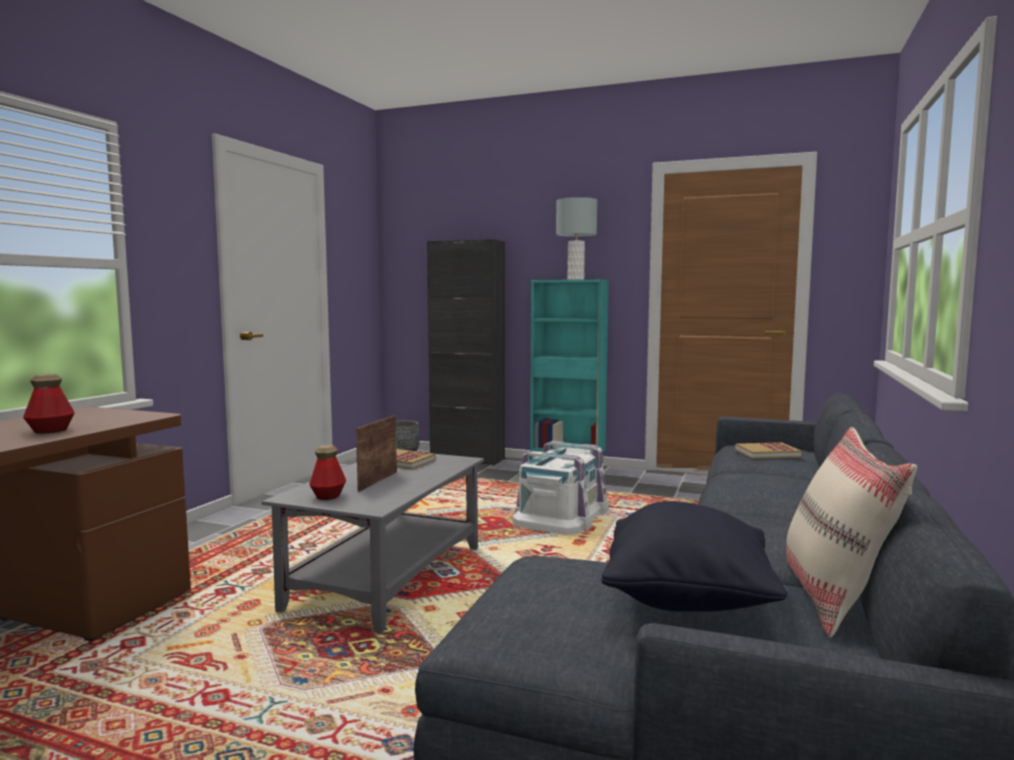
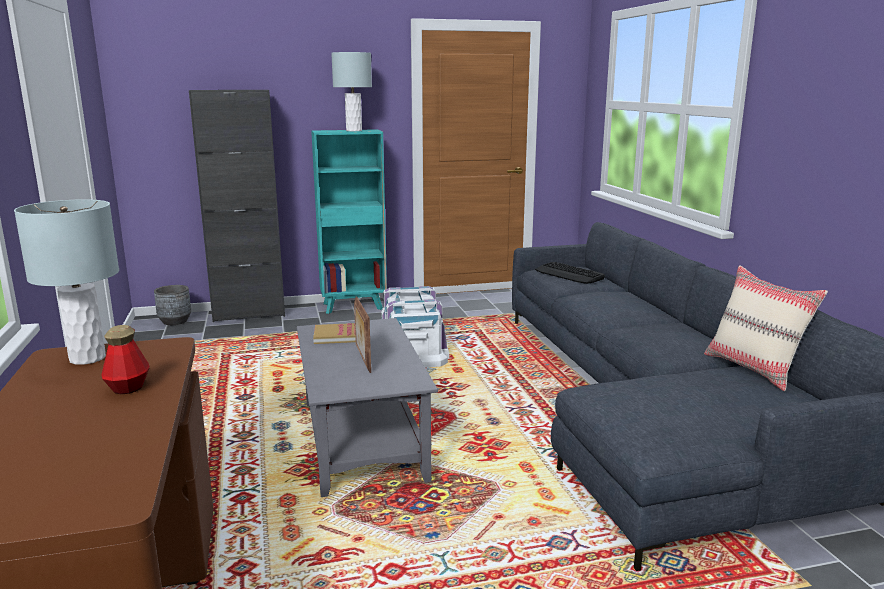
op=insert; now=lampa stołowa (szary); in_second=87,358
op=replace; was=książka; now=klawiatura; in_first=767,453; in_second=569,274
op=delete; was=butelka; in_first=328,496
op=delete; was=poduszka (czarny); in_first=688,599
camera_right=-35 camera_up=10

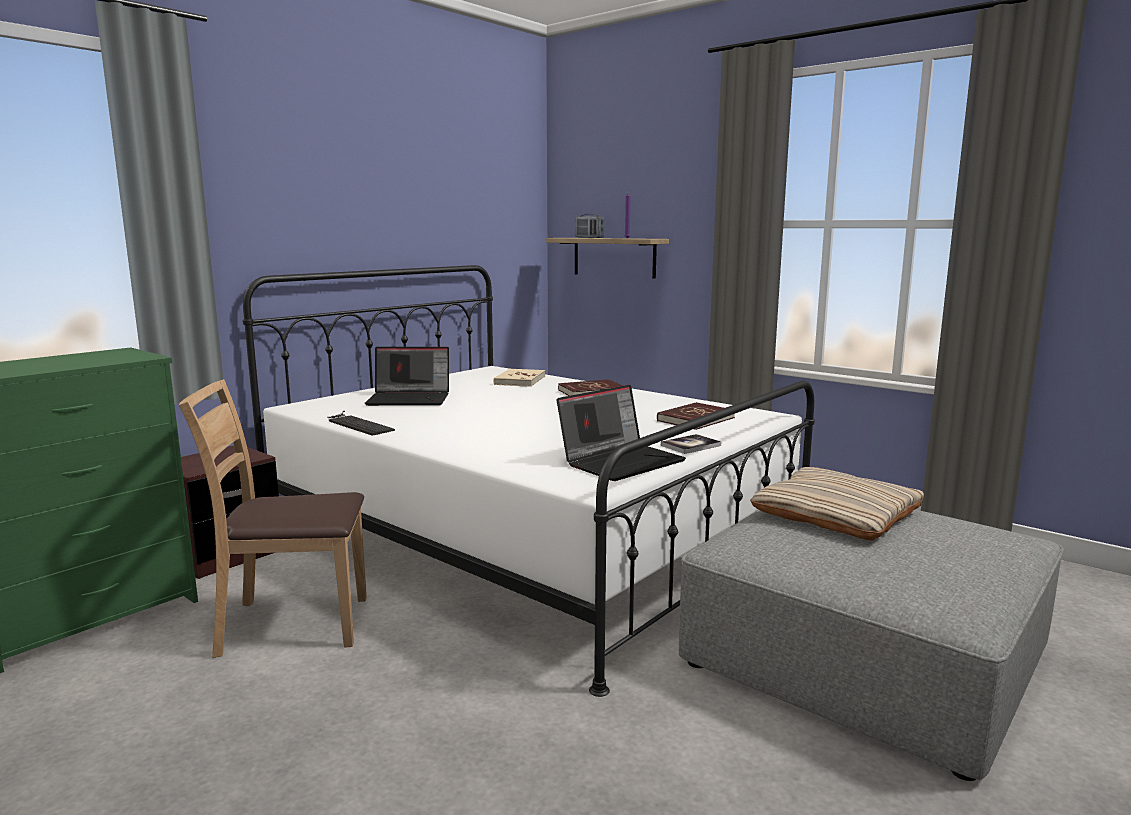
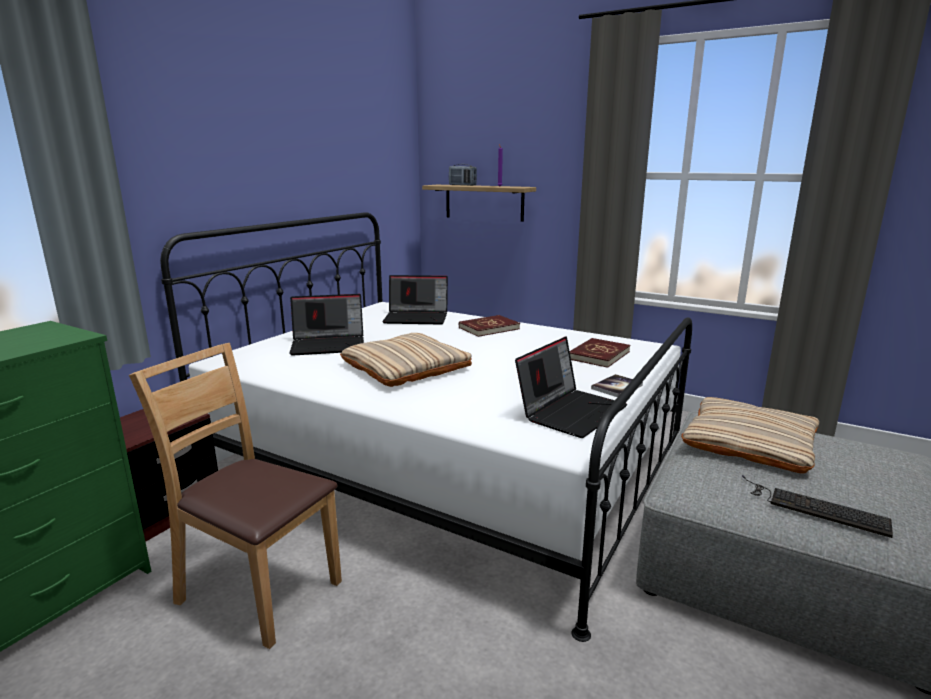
op=rotate; was=krzesło (brązowy); in_first=292,625; in_second=259,590; clockwise=45
op=insert; now=poduszka (beżowy); in_second=406,367
op=replace; was=książka (beżowy); now=laptop; in_first=519,380; in_second=417,318
op=move; was=klawiatura; in_first=356,424; in_second=813,507
camera_right=-10 camera_up=5

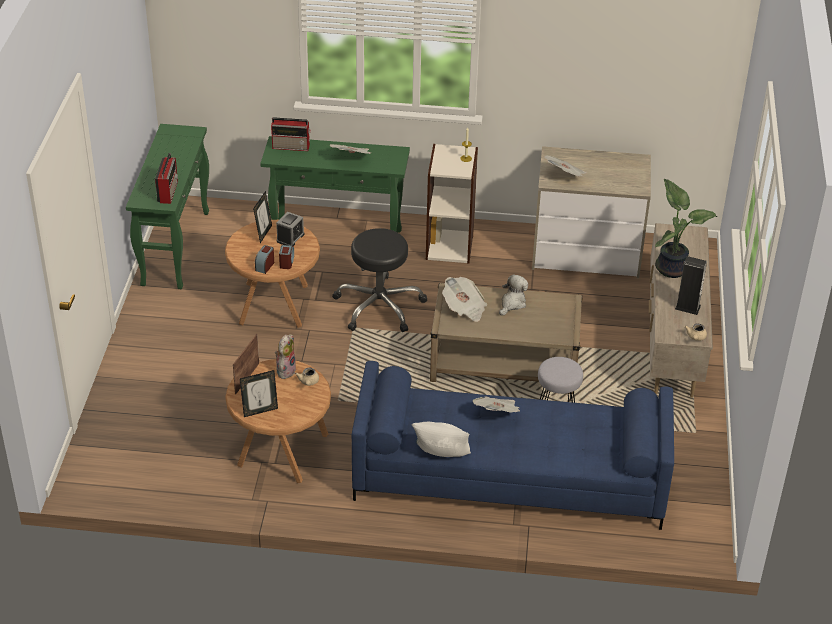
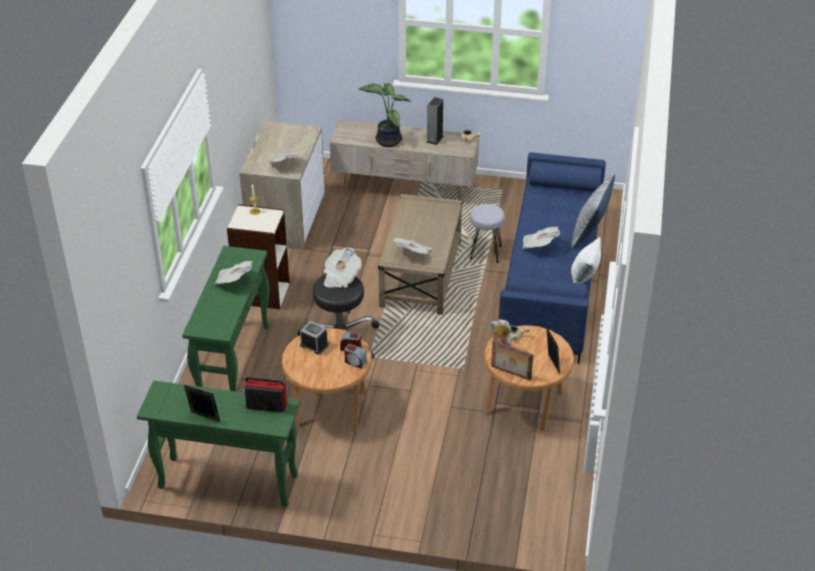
op=move; was=ramka na zdjęcie; in_first=263,233; in_second=204,418
op=insert; now=gazeta; in_second=340,277
op=insert; now=poduszka; in_second=590,232
op=delete; was=radio; in_first=292,146
op=delete; was=pluszak; in_first=512,303
camera_right=-85 camera_up=0

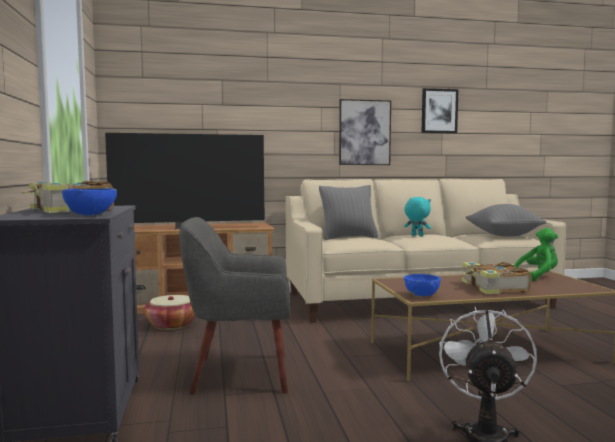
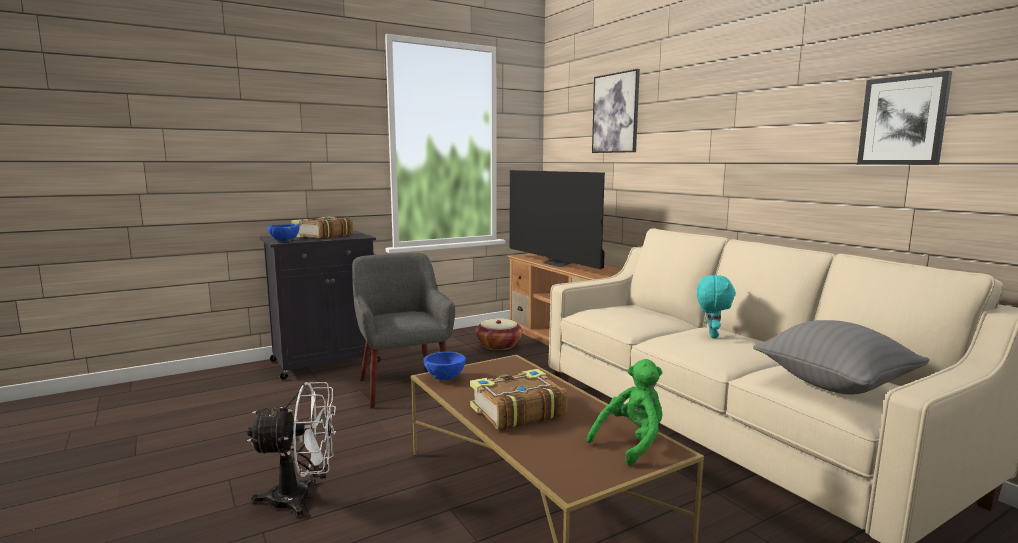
op=rotate; was=pluszak (zielony); in_first=537,276; in_second=631,442; clockwise=-90
op=move; was=obraz; in_first=364,132; in_second=615,113
op=delete; was=poduszka (szary); in_first=348,237
camera_right=70 camera_up=5

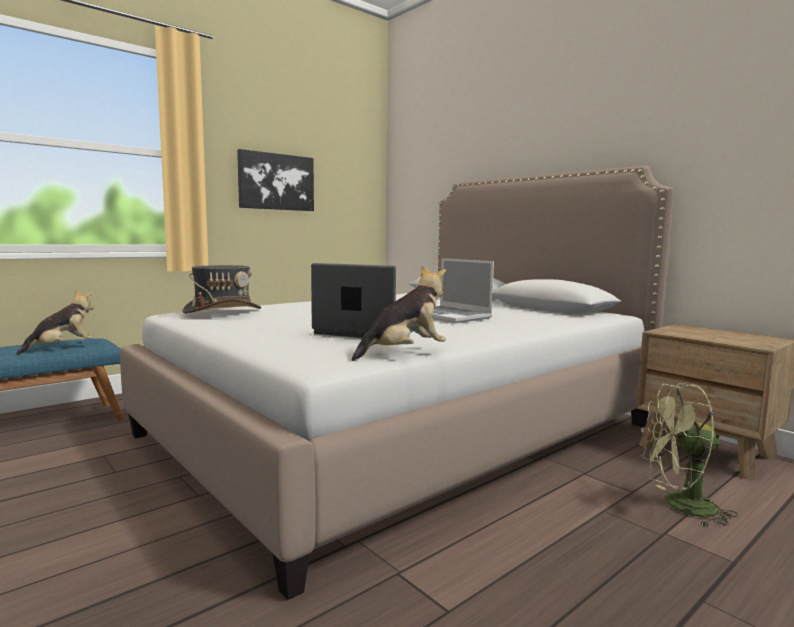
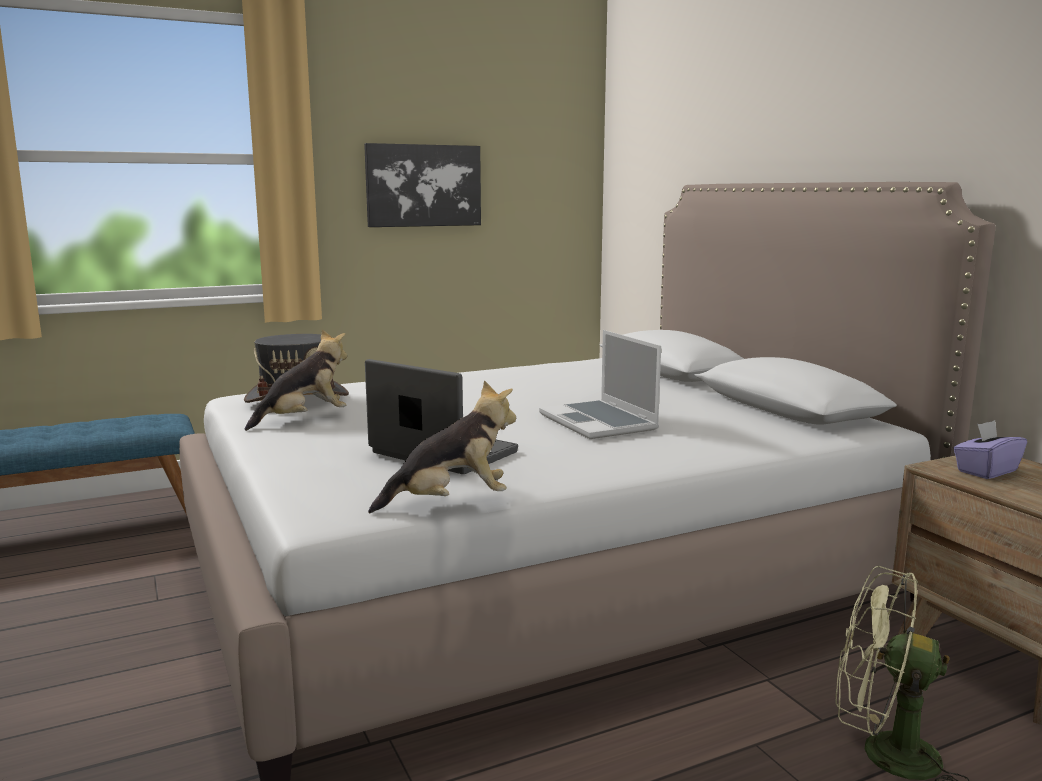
op=move; was=pluszak; in_first=62,348; in_second=304,420
op=insert; now=pudełko chusteczek (fioletowy); in_second=986,471
camera_right=15 camera_up=5

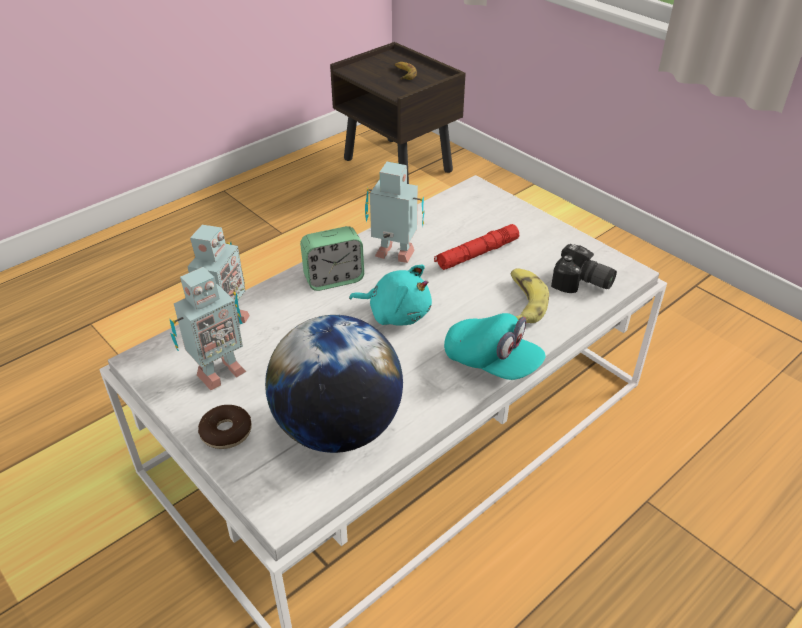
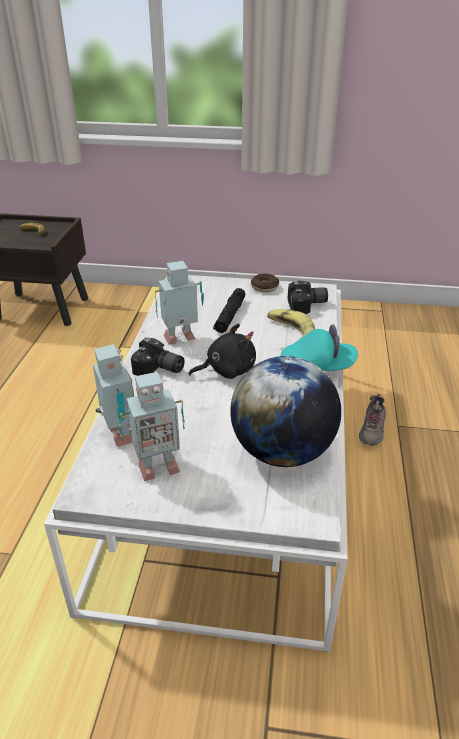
op=rotate; was=robot zabawkowy; in_first=218,372; in_second=156,466; clockwise=60
op=replace; was=budzik; now=aparat fotograficzny; in_first=334,279; in_second=159,370
op=recolor; was=pluszak (turkusowy); now=pluszak (czarny); in_first=396,313; in_second=227,370
op=recolor; was=latarka (czerwony); now=latarka (czarny); in_first=477,254; in_second=230,316
op=move; was=donut; in_first=226,432; in_second=264,287
op=insert; now=but; in_second=373,429
camera_right=-40 camera_up=-5

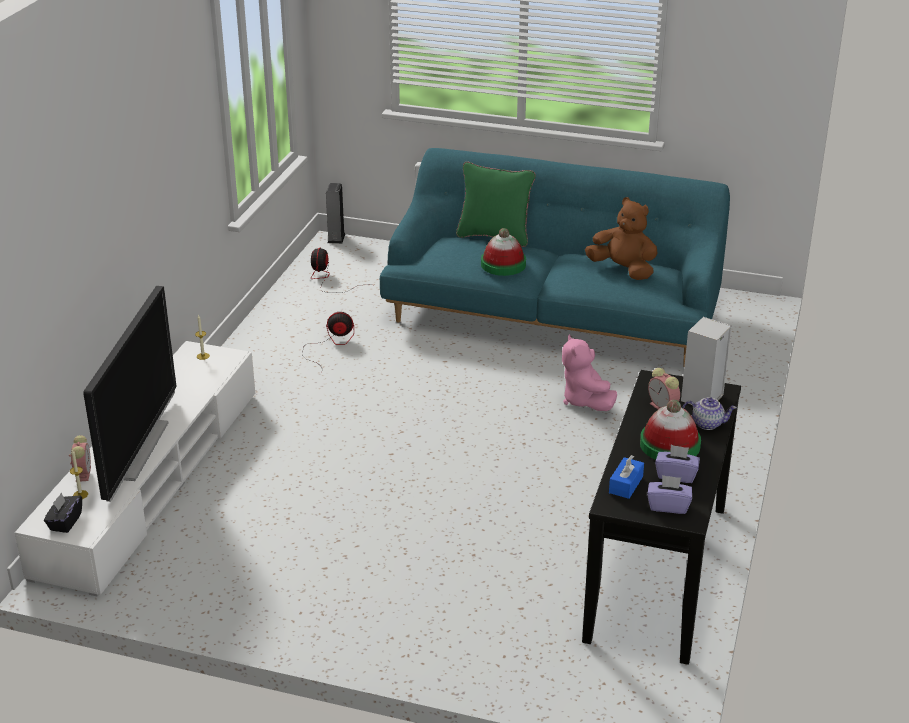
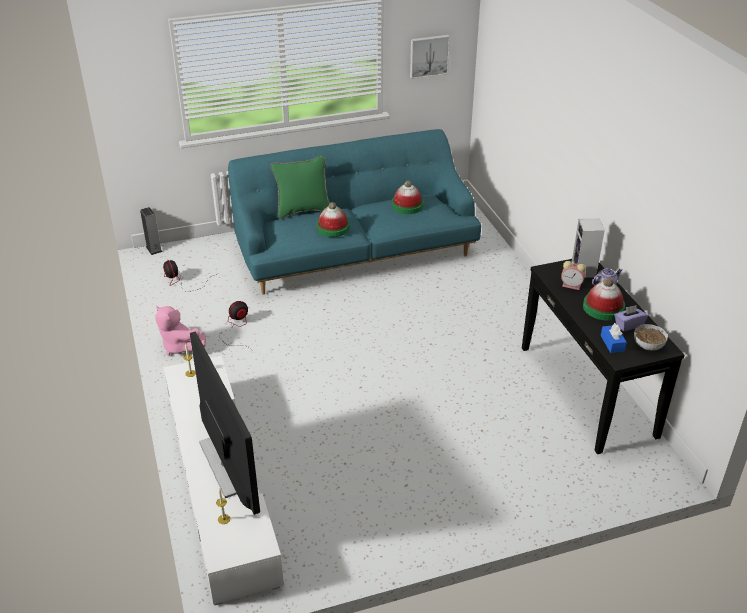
op=move; was=pluszak (różowy); in_first=585,401; in_second=180,347
op=replace; was=pluszak (brązowy); now=kapelusz; in_first=623,270; in_second=407,205
op=insert; now=obraz; in_second=428,56
op=replace; was=pudełko chusteczek (fioletowy); now=miska; in_first=668,506; in_second=648,346
op=delete; was=pudełko chusteczek (czarny); in_first=65,522
op=delete; was=budzik; in_first=83,473
camera_right=-35 camera_up=5

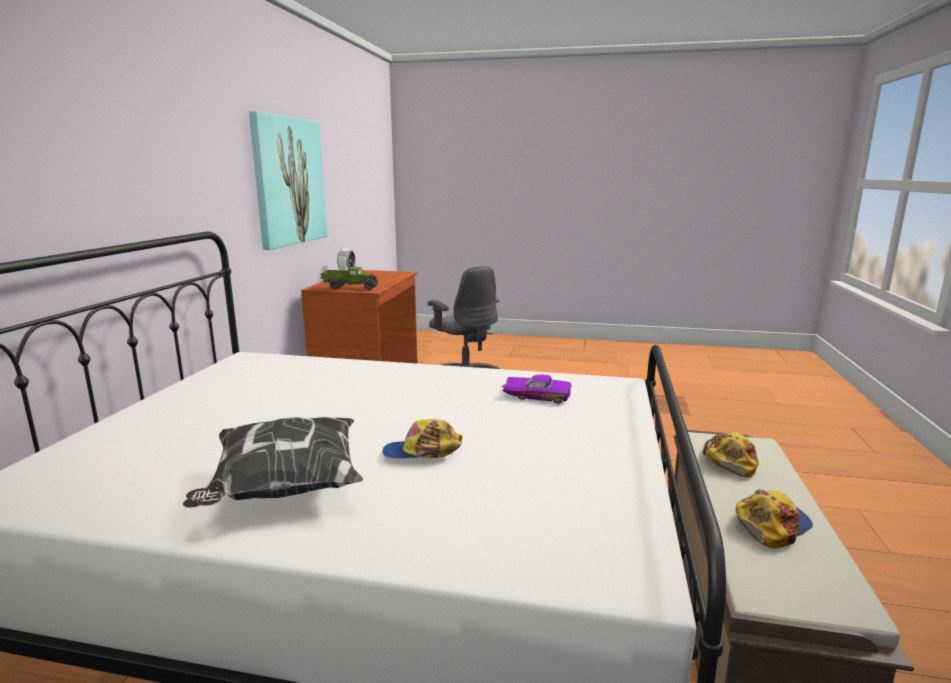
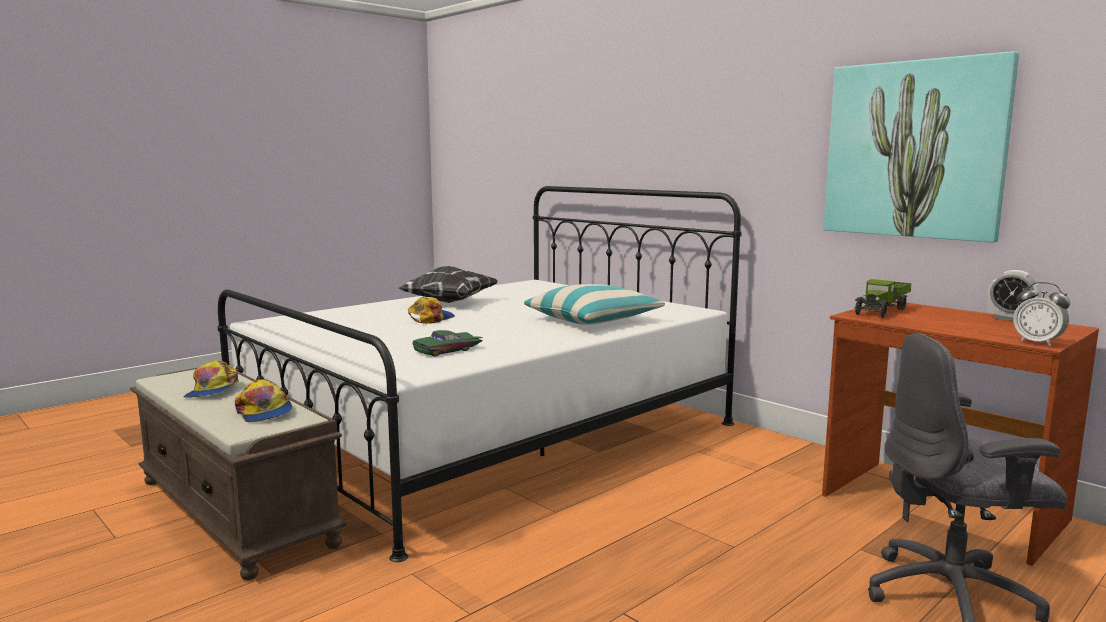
op=recolor; was=samochodzik (fioletowy); now=samochodzik (zielony); in_first=537,395; in_second=448,350
op=insert; now=poduszka; in_second=593,320
op=insert; now=budzik; in_second=1037,343
camera_right=125 camera_up=-5

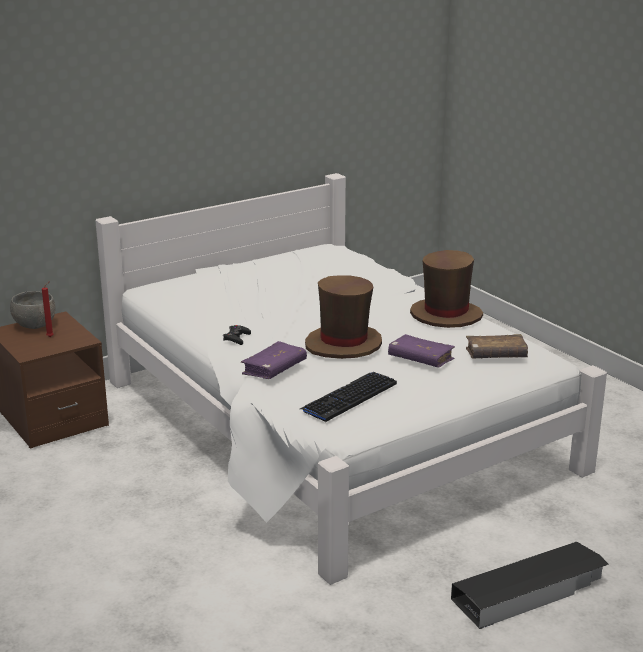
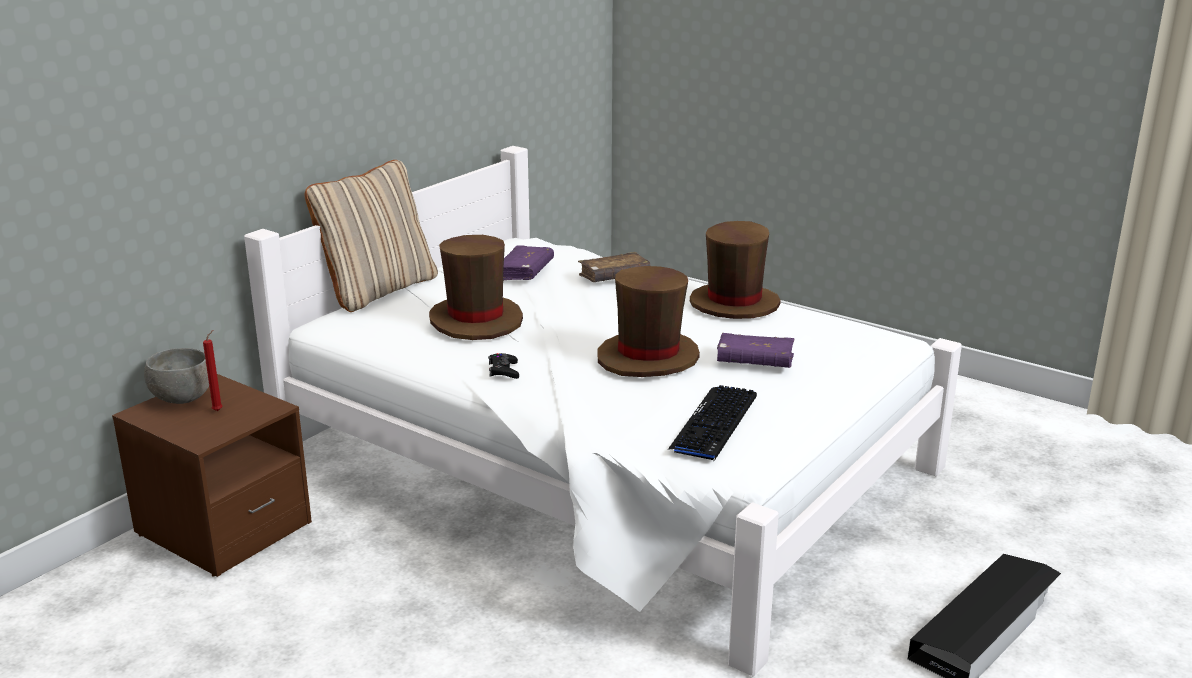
op=insert; now=poduszka (beżowy); in_second=378,290
op=insert; now=kapelusz (brązowy); in_second=476,320
op=move; was=książka (fioletowy); in_first=274,369; in_second=524,272
op=move; was=książka (brązowy); in_first=496,355; in_second=614,277
camera_right=-20 camera_up=0

